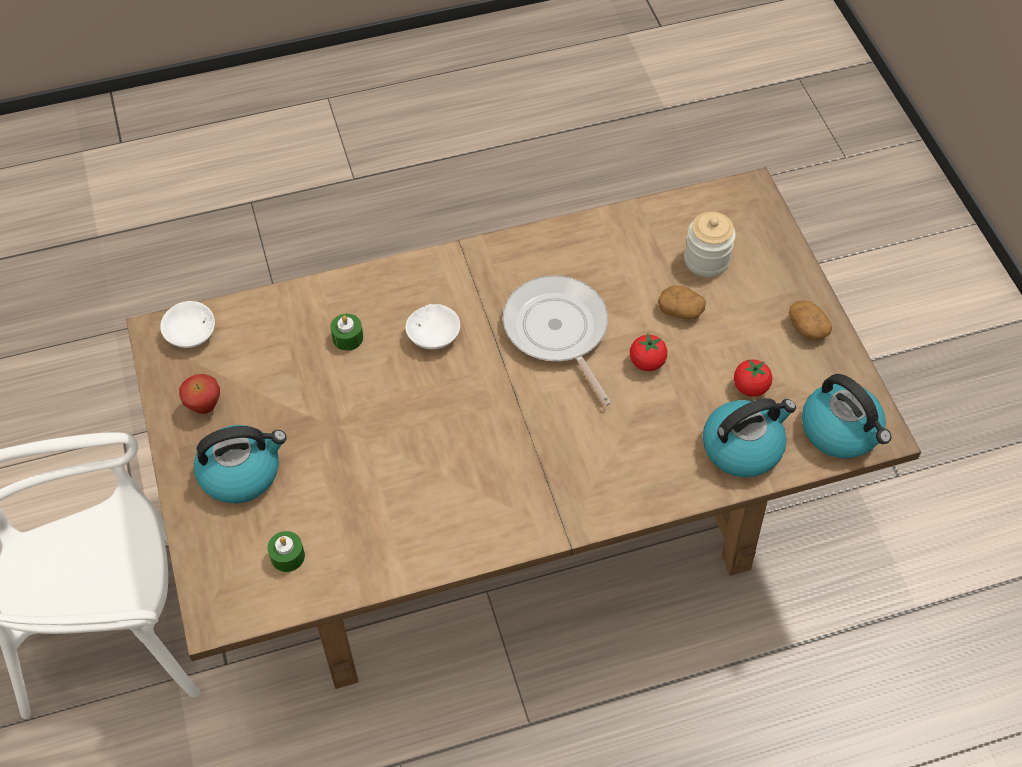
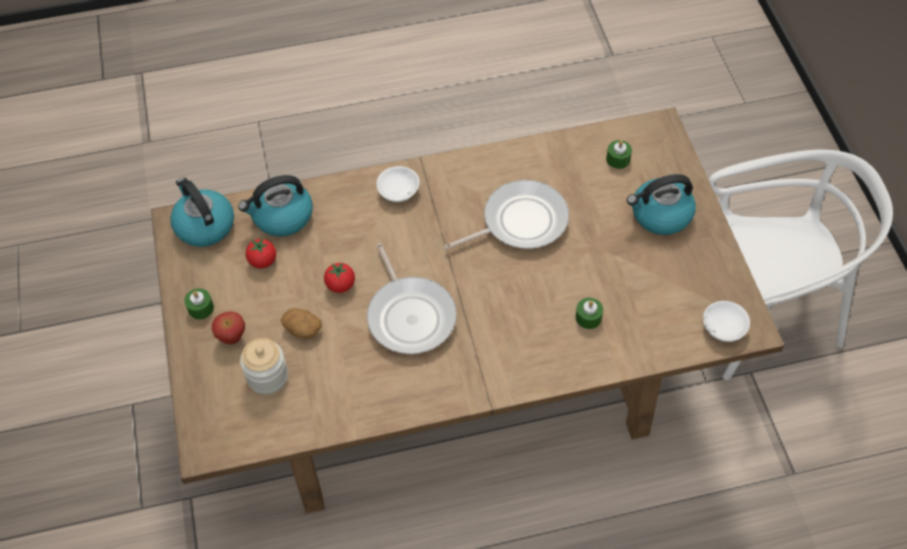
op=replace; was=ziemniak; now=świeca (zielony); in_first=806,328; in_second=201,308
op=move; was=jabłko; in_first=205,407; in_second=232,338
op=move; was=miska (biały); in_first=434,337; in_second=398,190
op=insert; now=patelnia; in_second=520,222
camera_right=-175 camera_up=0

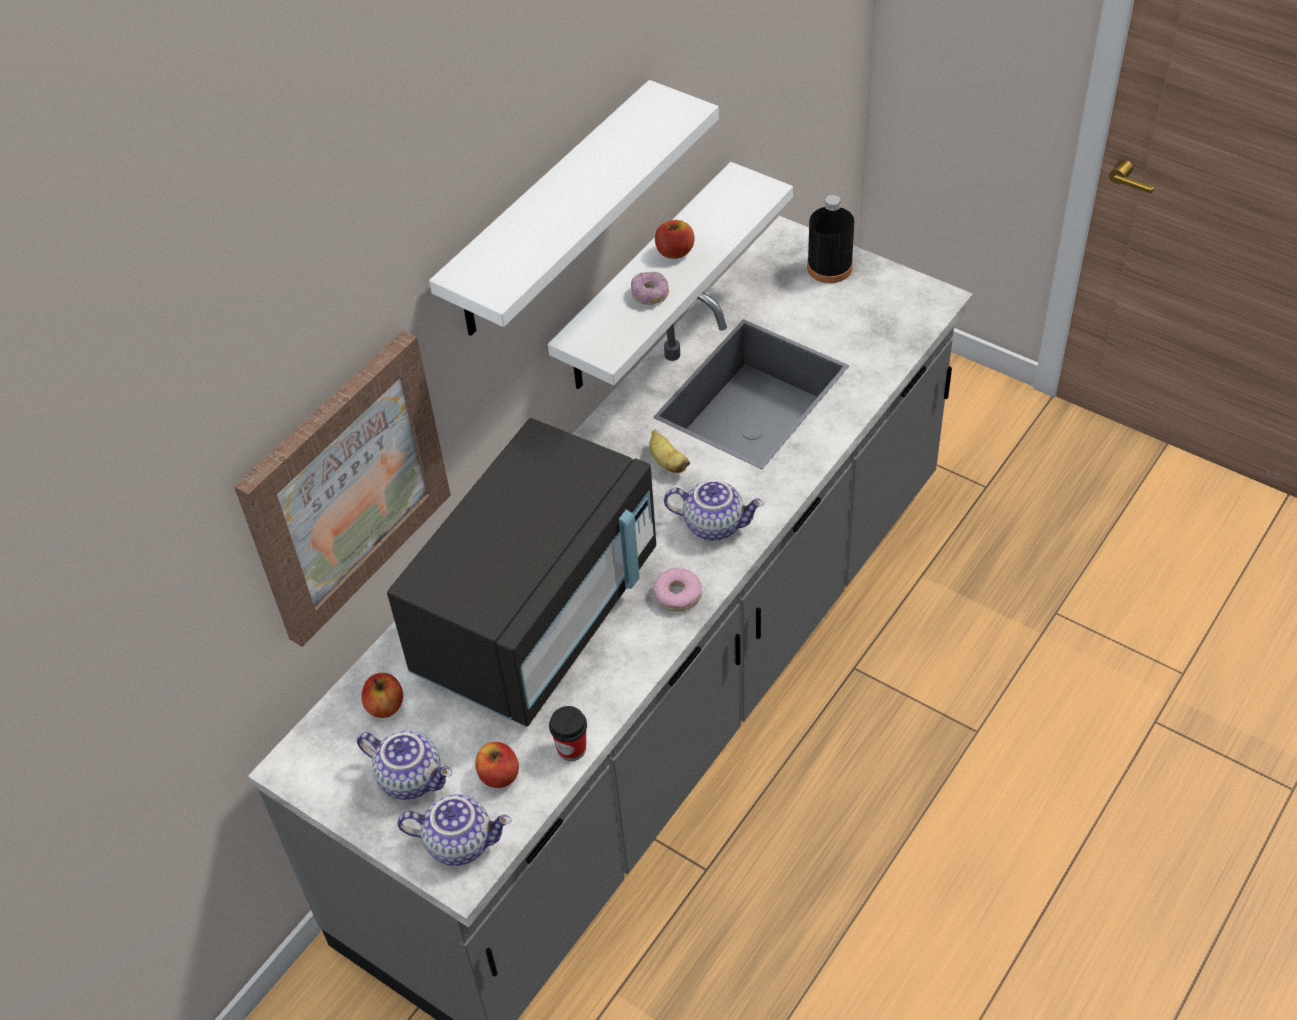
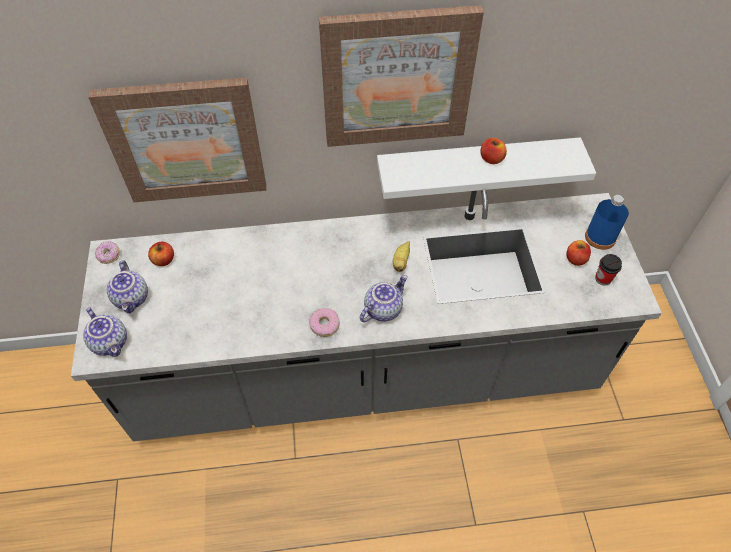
op=move; was=donut; in_first=650,295; in_second=109,256
op=replace; was=półka (biały); now=obraz; in_first=549,214; in_second=397,78
op=rotate; was=imbryk; in_first=714,524; in_second=382,309; clockwise=-105
op=move; was=jabłko; in_first=499,775; in_second=575,259
op=recolor; was=butelka (czarny); now=butelka (niebieski); in_first=829,267; in_second=600,237
op=move; was=filiżanka; in_first=571,748; in_second=603,278
op=delete; was=mikrofalówka (czarny); in_first=538,615
camera_right=45 camera_up=5

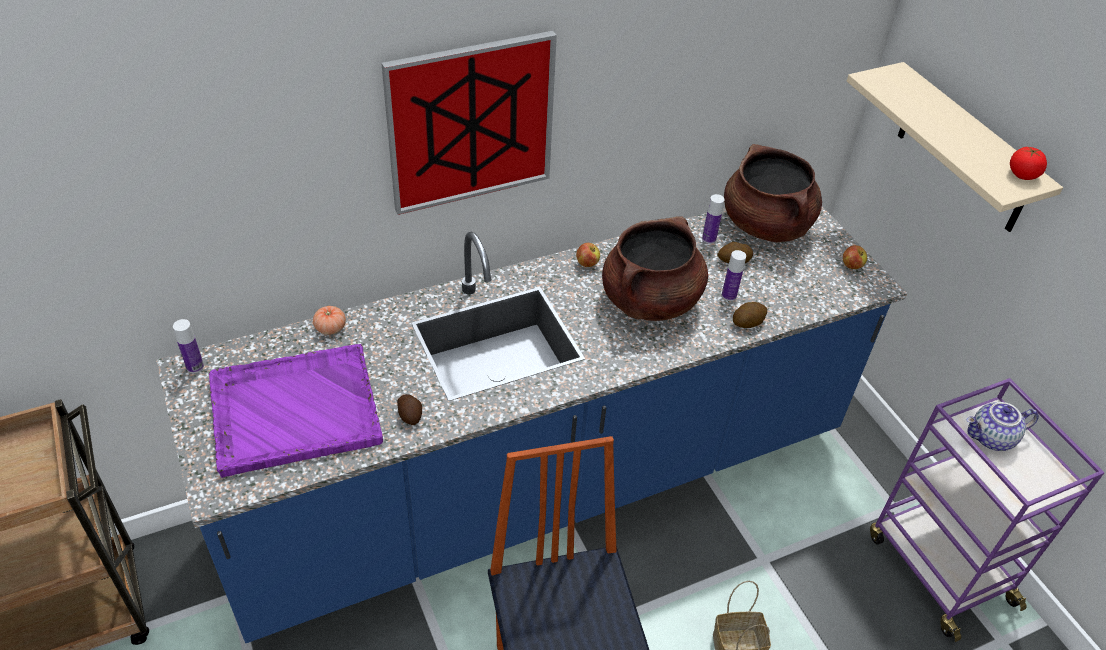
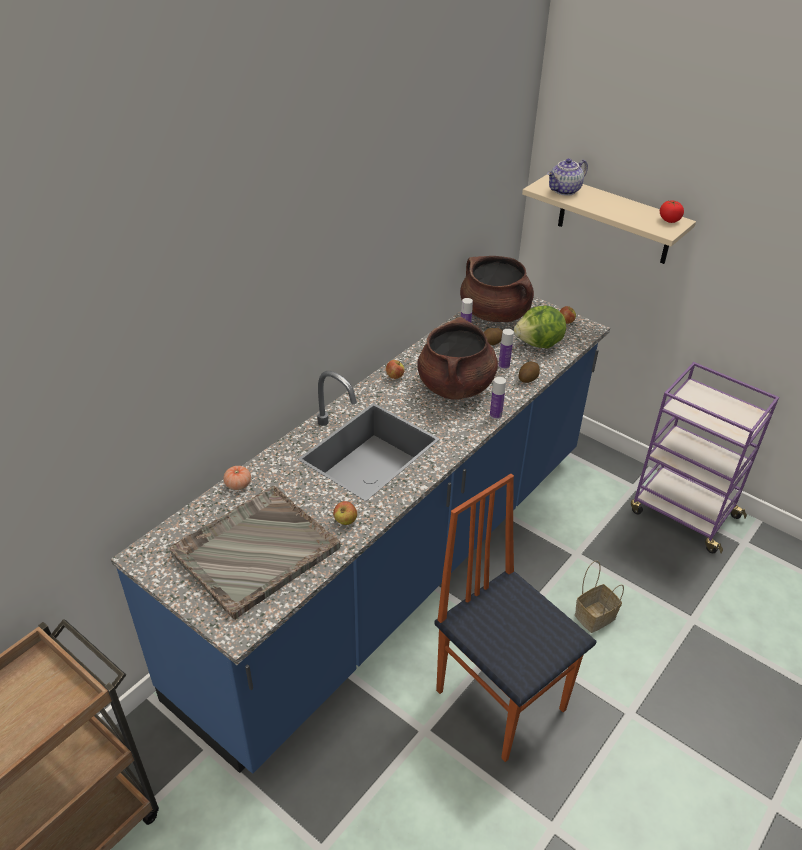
op=recolor; was=taca (fioletowy); now=taca (szary); in_first=293,410; in_second=254,552
op=replace; was=ziemniak; now=jabłko; in_first=410,415; in_second=345,521
op=move; was=butelka; in_first=195,367; in_second=495,415
op=insert; now=sałata; in_second=539,344
op=move; was=imbryk; in_first=991,439; in_second=565,191
op=delete; was=obraz; in_first=471,123
camera_right=-25 camera_up=-5

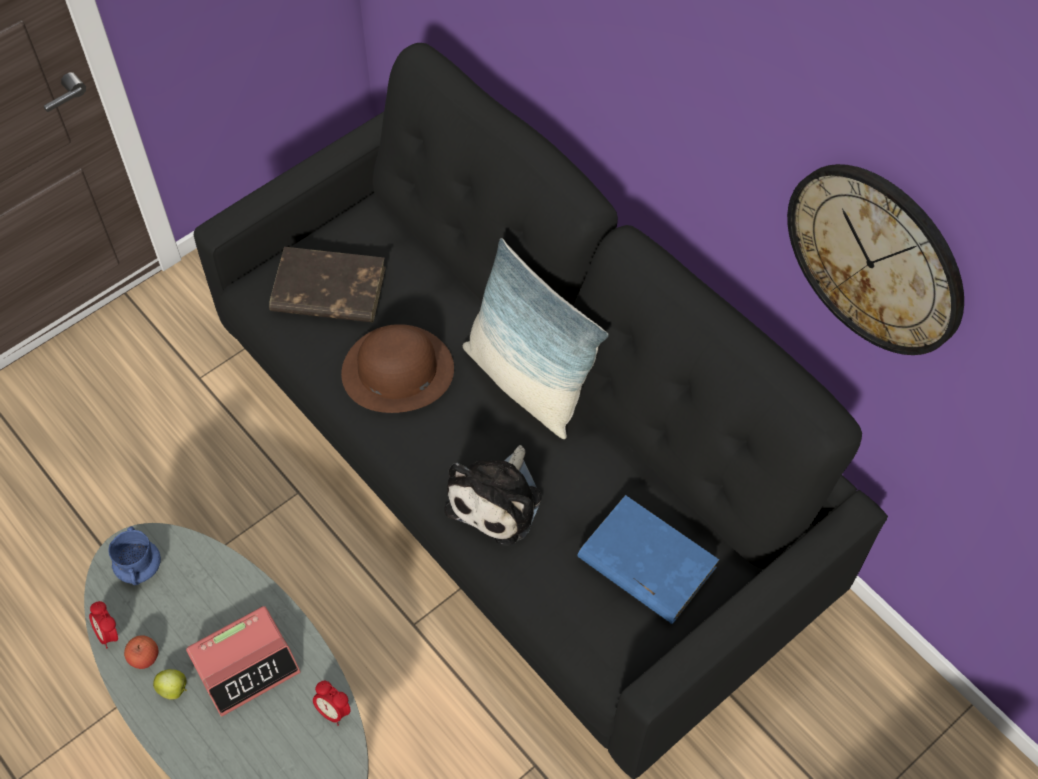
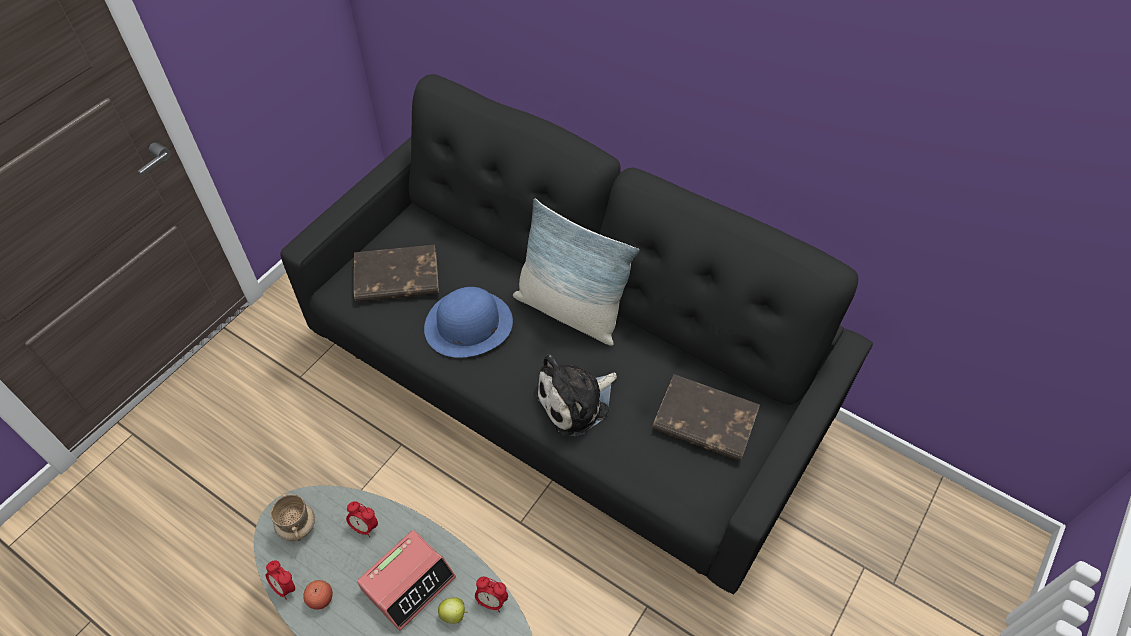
op=recolor; was=kubek (niebieski); now=kubek (beżowy); in_first=139,567; in_second=297,526
op=insert; now=budzik; in_second=364,527
op=recolor; was=kapelusz (brązowy); now=kapelusz (niebieski); in_first=397,371; in_second=468,324
op=move; was=jabłko; in_first=174,689; in_second=454,614
op=rotate; was=pluszak; in_first=498,499; in_second=576,401; clockwise=45
op=recolor; was=książka (niebieski); now=książka (brązowy); in_first=645,562; in_second=703,421
op=delete; was=zegar ścienny; in_first=875,258
camera_right=-15 camera_up=-5

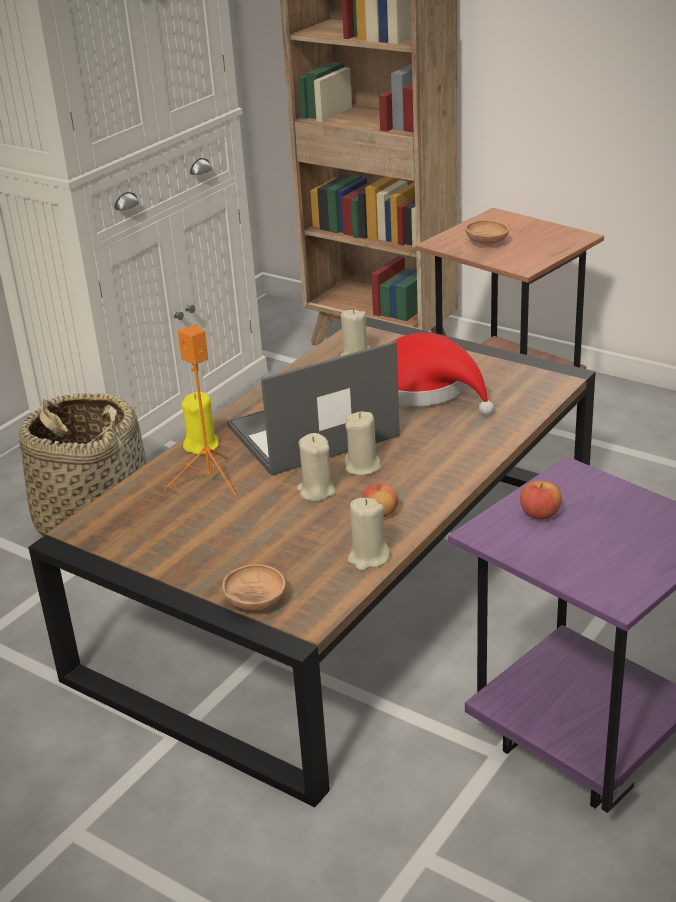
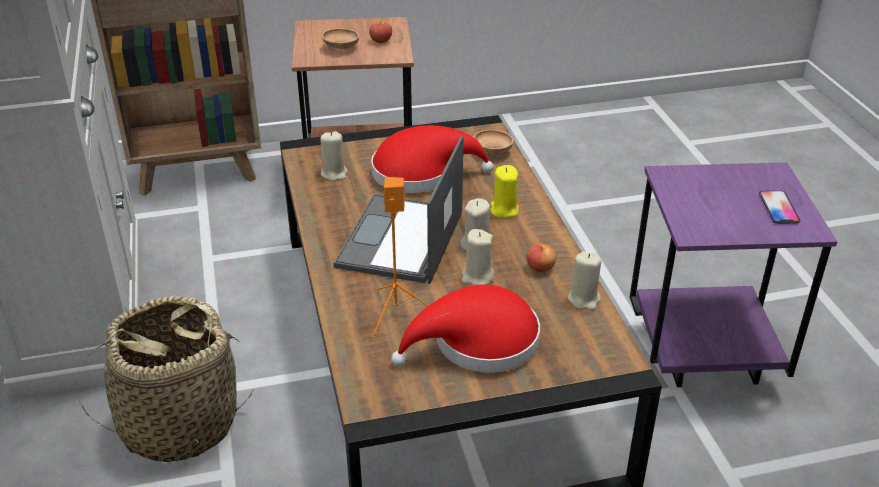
op=move; was=jabłko; in_first=540,514; in_second=381,41
op=insert; now=kapelusz (czerwony); in_second=477,343
op=move; was=miska (brązowy); in_first=255,601; in_second=492,151
op=move; was=świeca (żółty); in_first=202,446; in_second=504,210
op=insert; now=telefon; in_second=778,208
camera_right=-50 camera_up=5

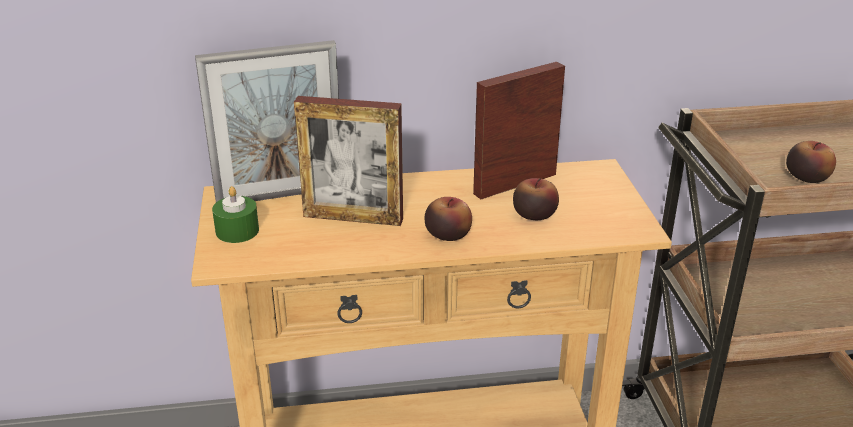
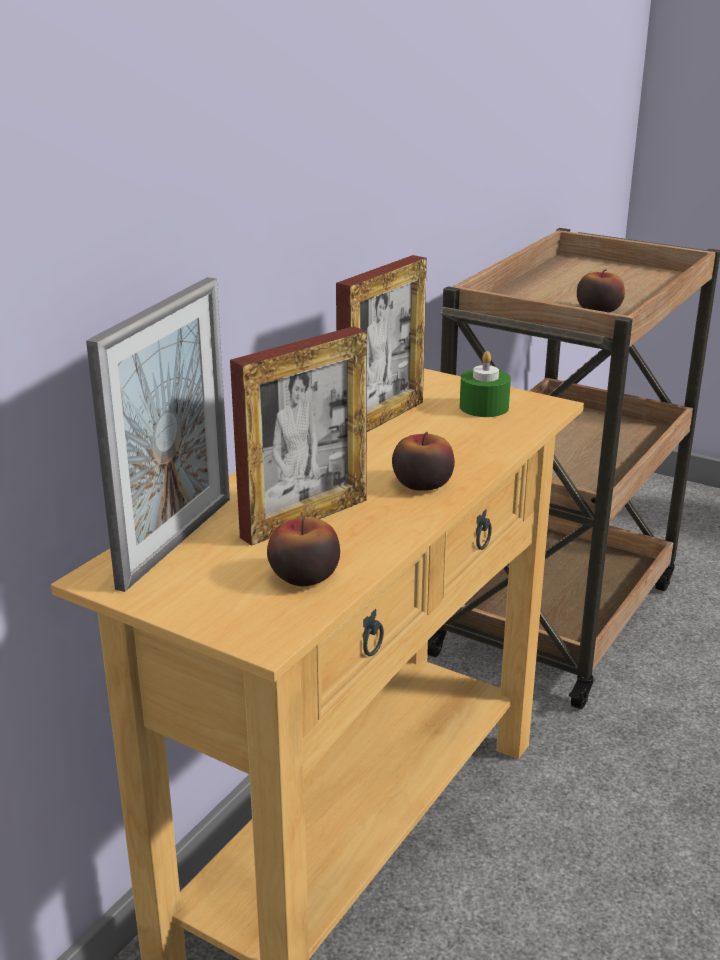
op=move; was=jabłko; in_first=534,214; in_second=304,576
op=rotate; was=ramka na zdjęcie; in_first=515,184; in_second=381,419; clockwise=-150
op=move; was=świeca (zielony); in_first=237,231; in_second=484,407
camera_right=-50 camera_up=-5

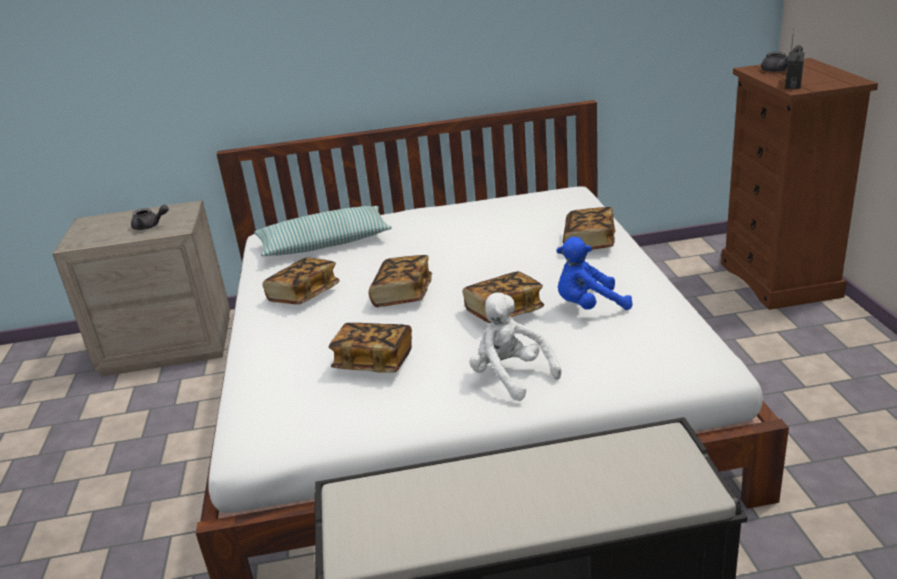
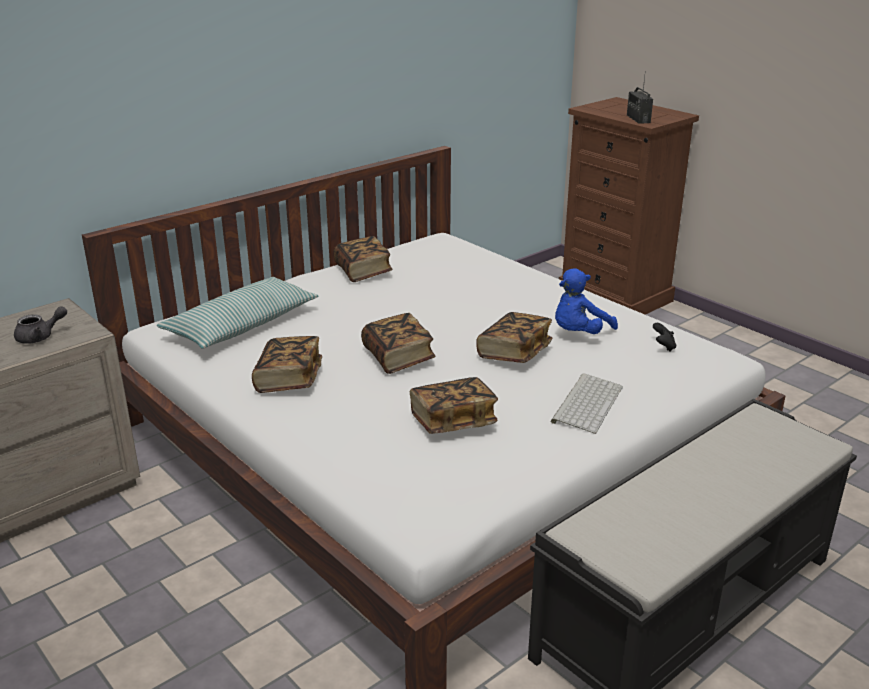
op=move; was=książka; in_first=589,243; in_second=363,272
op=replace; was=pluszak (biały); now=klawiatura; in_first=510,376; in_second=586,403
op=insert; now=pad do gier (czarny); in_second=663,346
op=delete; was=imbryk (szary); in_first=779,69
camera_right=-35 camera_up=0

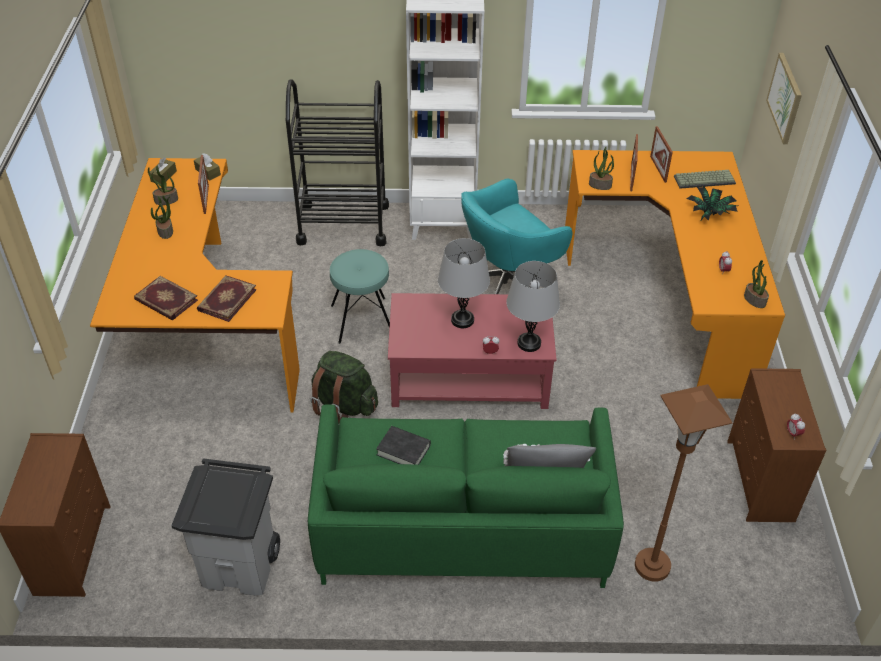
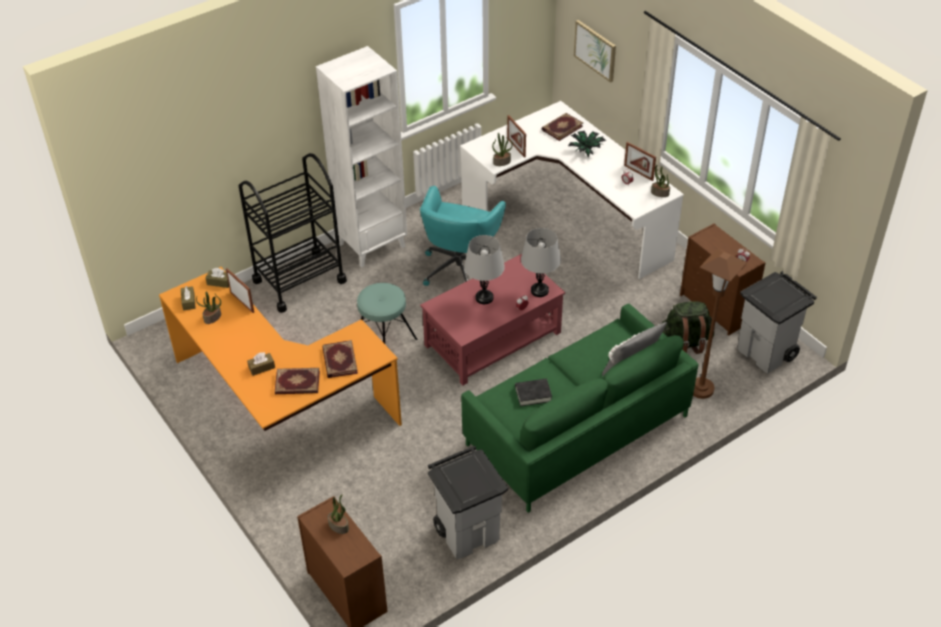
op=insert; now=pudełko chusteczek (brązowy); in_second=261,367
op=move; was=roślina doniczkowa; in_first=166,231; in_second=339,526
op=recolor; was=biurko (pomarańczowy); now=biurko (biały); in_first=670,296; in_second=569,221
op=replace; was=klawiatura; now=książka; in_first=704,179; in_second=561,128
op=move; was=ramka na zdjęcie; in_first=658,169; in_second=638,173
op=move; was=plecak (zielony); in_first=344,405; in_second=685,343
op=insert; now=kosz na śmieci (szary); in_second=767,353
camera_right=-35 camera_up=0

